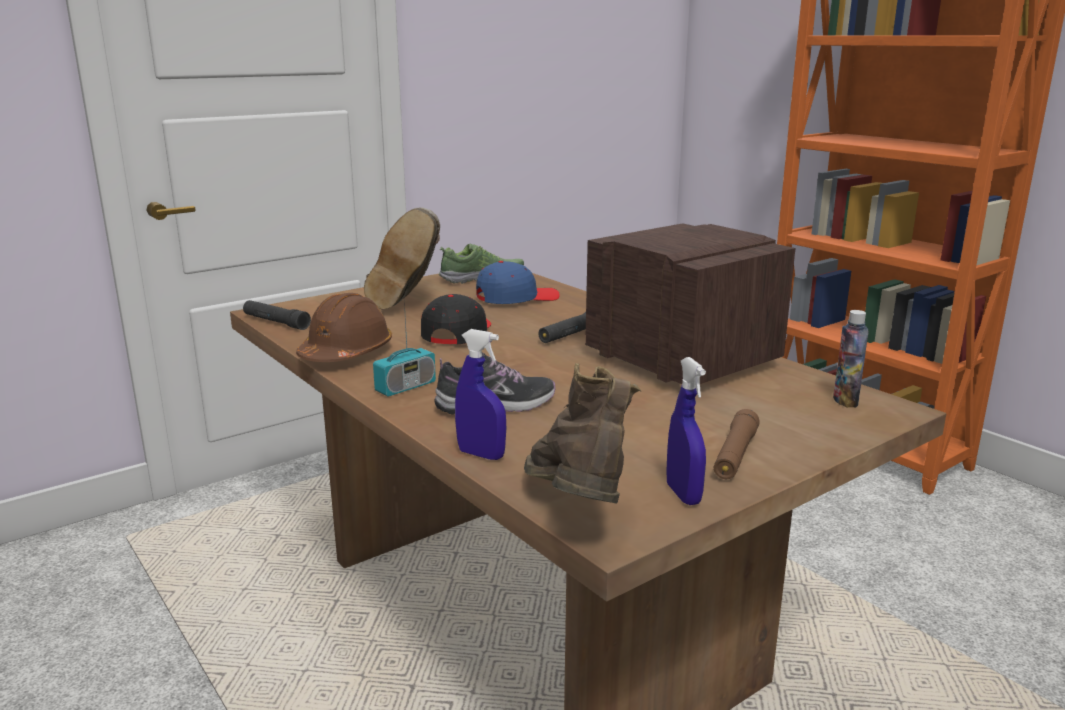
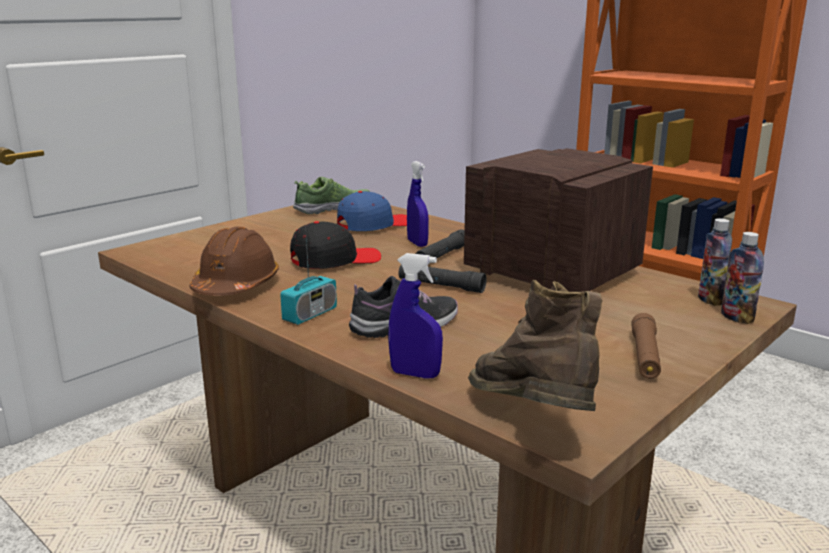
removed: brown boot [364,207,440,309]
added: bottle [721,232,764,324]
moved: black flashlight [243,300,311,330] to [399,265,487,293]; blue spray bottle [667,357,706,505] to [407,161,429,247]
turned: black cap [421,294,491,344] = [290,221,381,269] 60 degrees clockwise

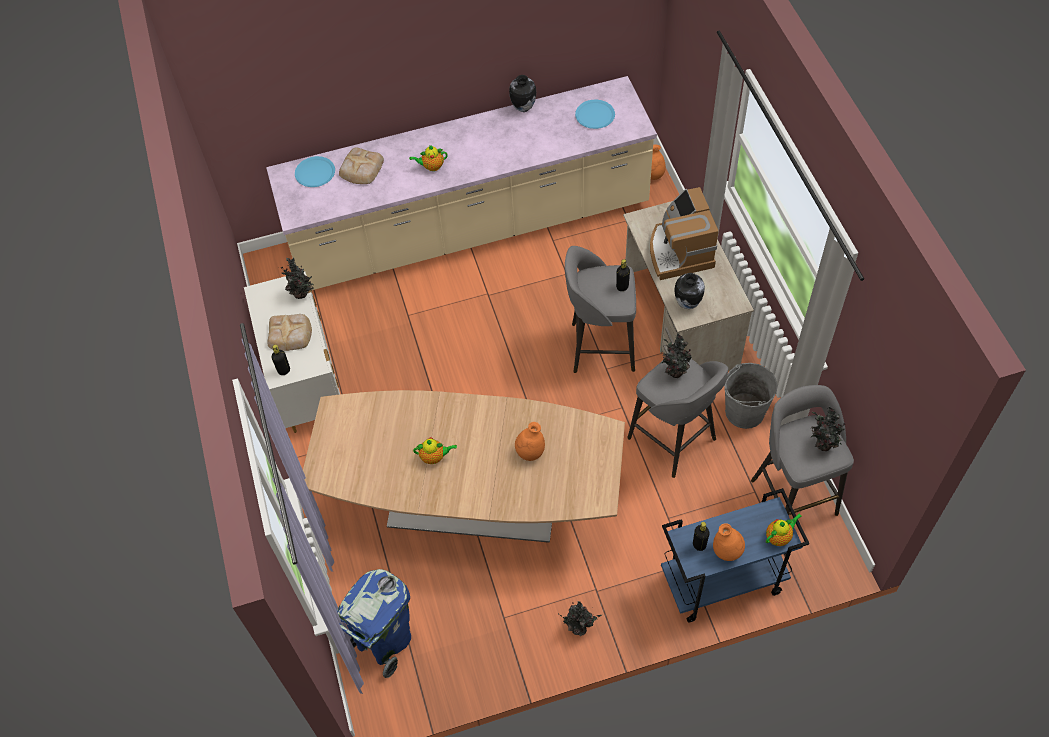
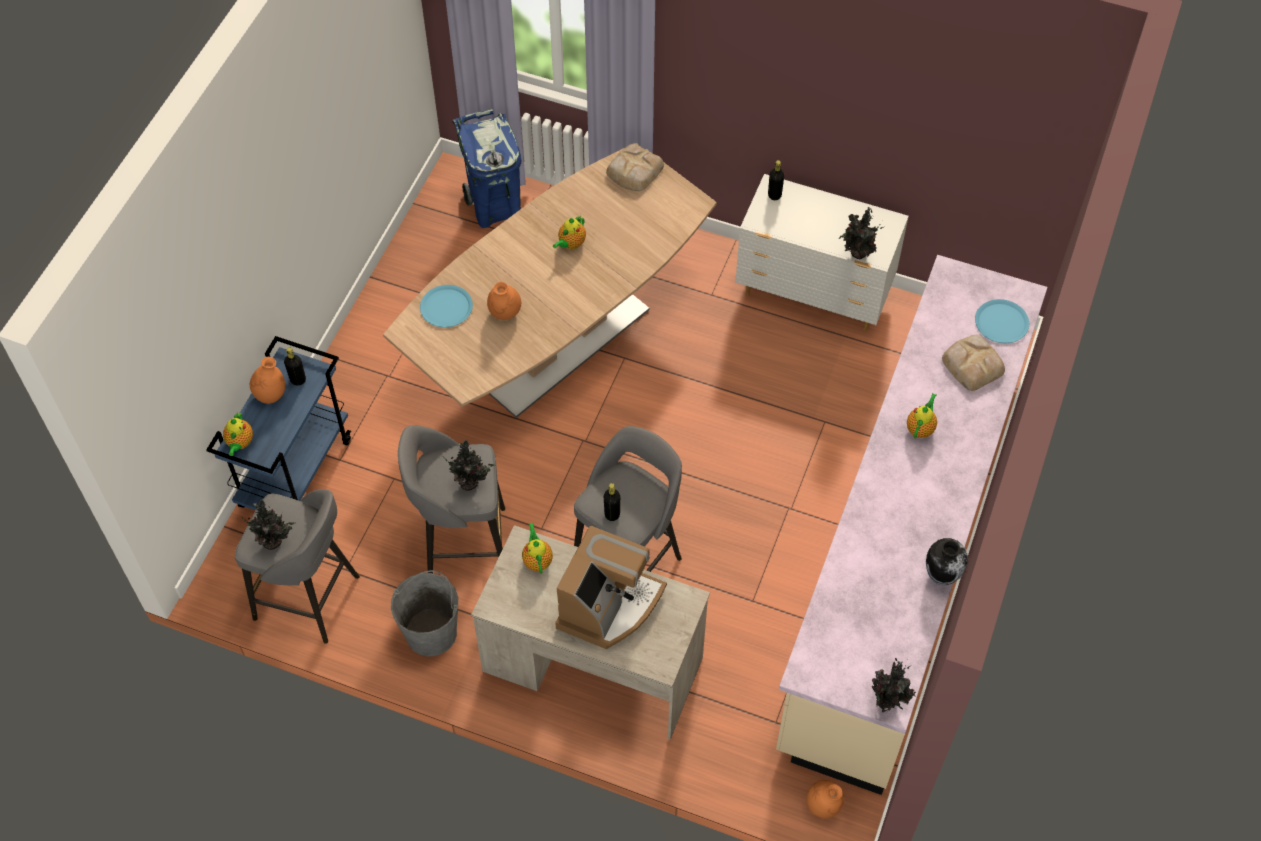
moved: bread [268,314,312,351] to [606,144,664,191]; potted plant [559,601,603,636] to [872,658,916,712]; blue plate [575,100,615,129] to [420,285,473,327]
replaced: vase [674,273,705,309] to teapot [522,523,553,574]
turned: coffee machine [650,187,719,280] = [555,526,667,649] 90 degrees clockwise

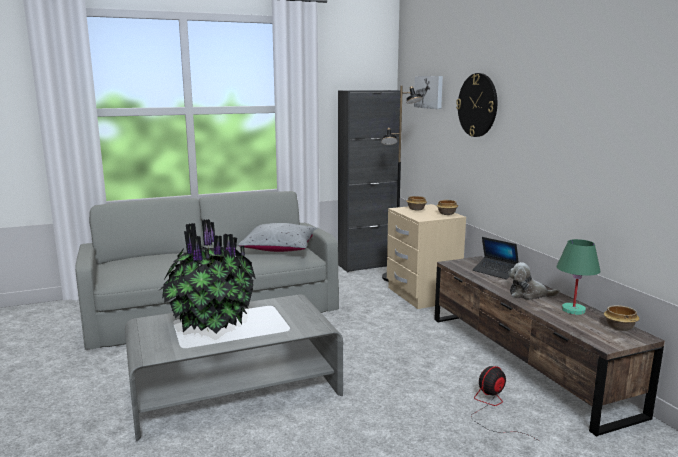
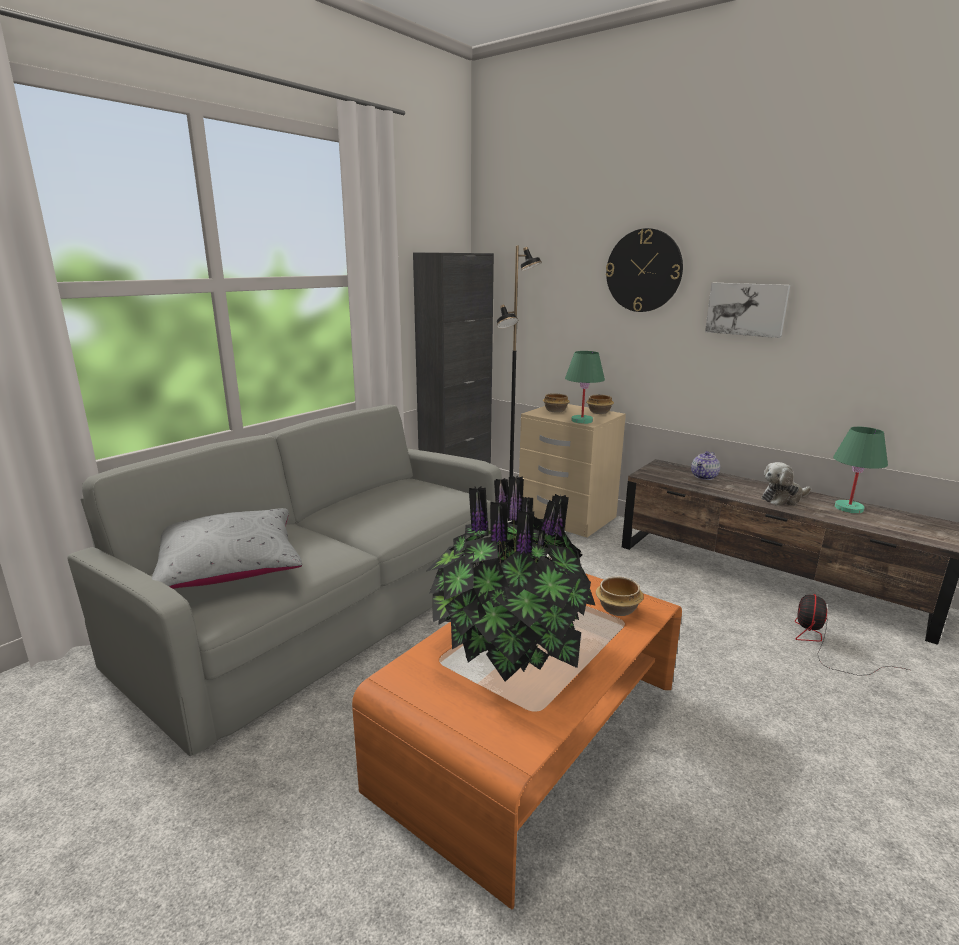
added: green table lamp [565,351,605,424]
moved: grey pillow [238,223,318,252] to [152,508,302,589]; picture [414,76,443,109] to [705,283,790,338]; bowl [604,305,639,331] to [596,576,644,616]
replaced: laptop [473,237,519,279] to teapot [691,451,720,480]
recoloured: grey coffee table [125,295,343,441] to orange coffee table [352,573,682,910]

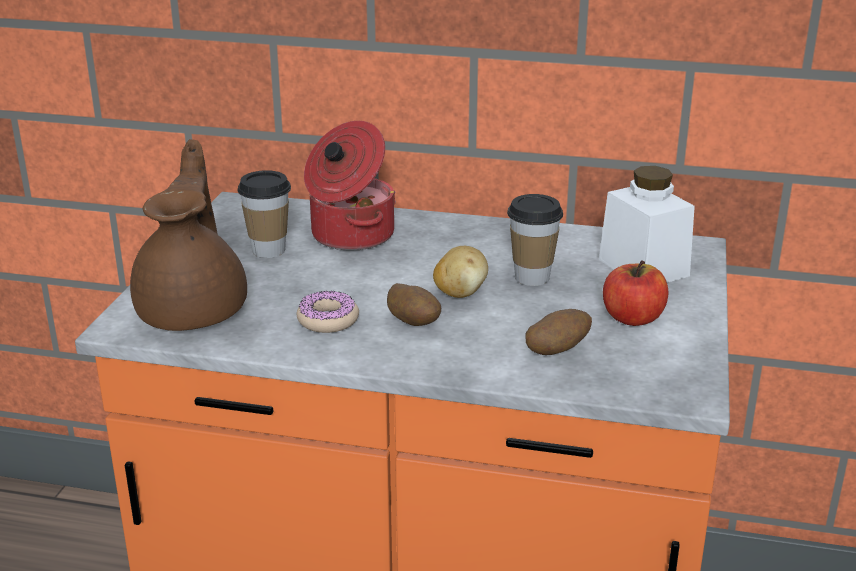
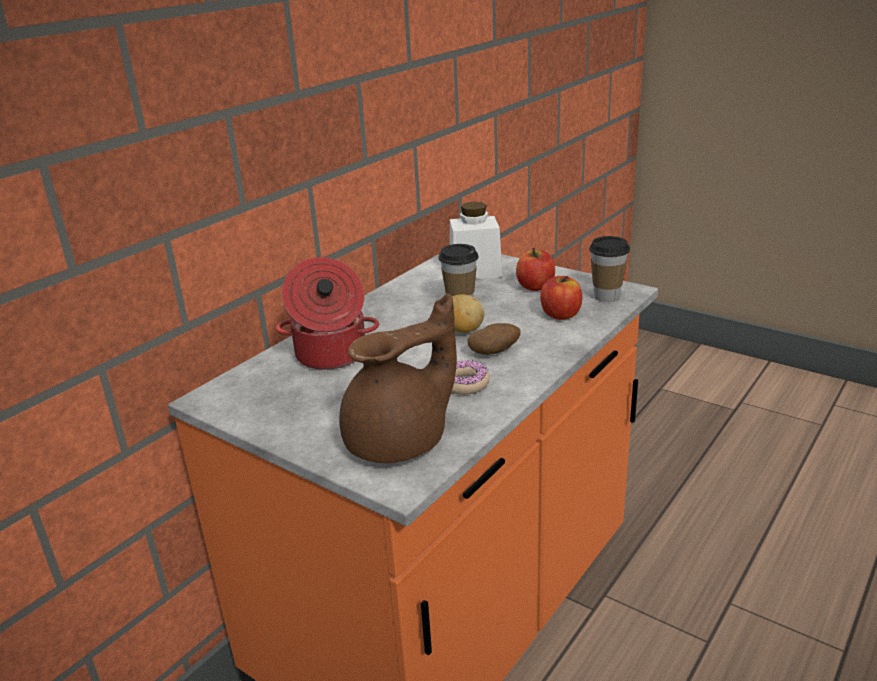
moved: cup [238,170,291,258] to [589,236,630,302]
replaced: potato [526,309,592,355] to apple [540,276,582,320]
turned: brown teapot [130,139,247,331] = [339,293,457,463] 120 degrees clockwise

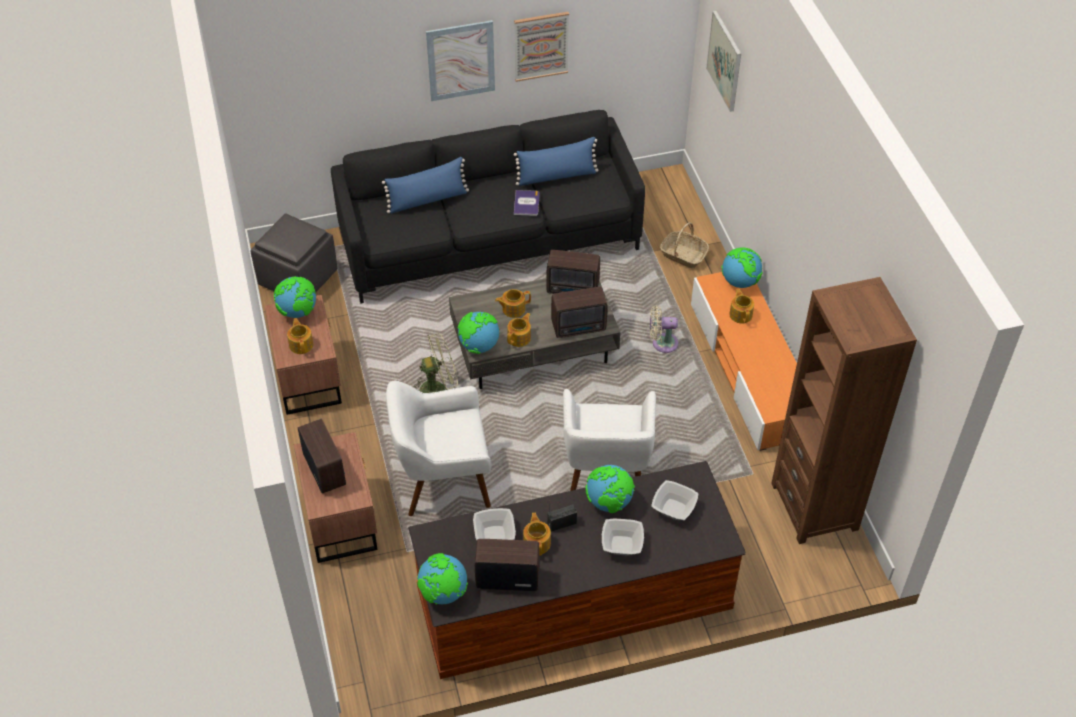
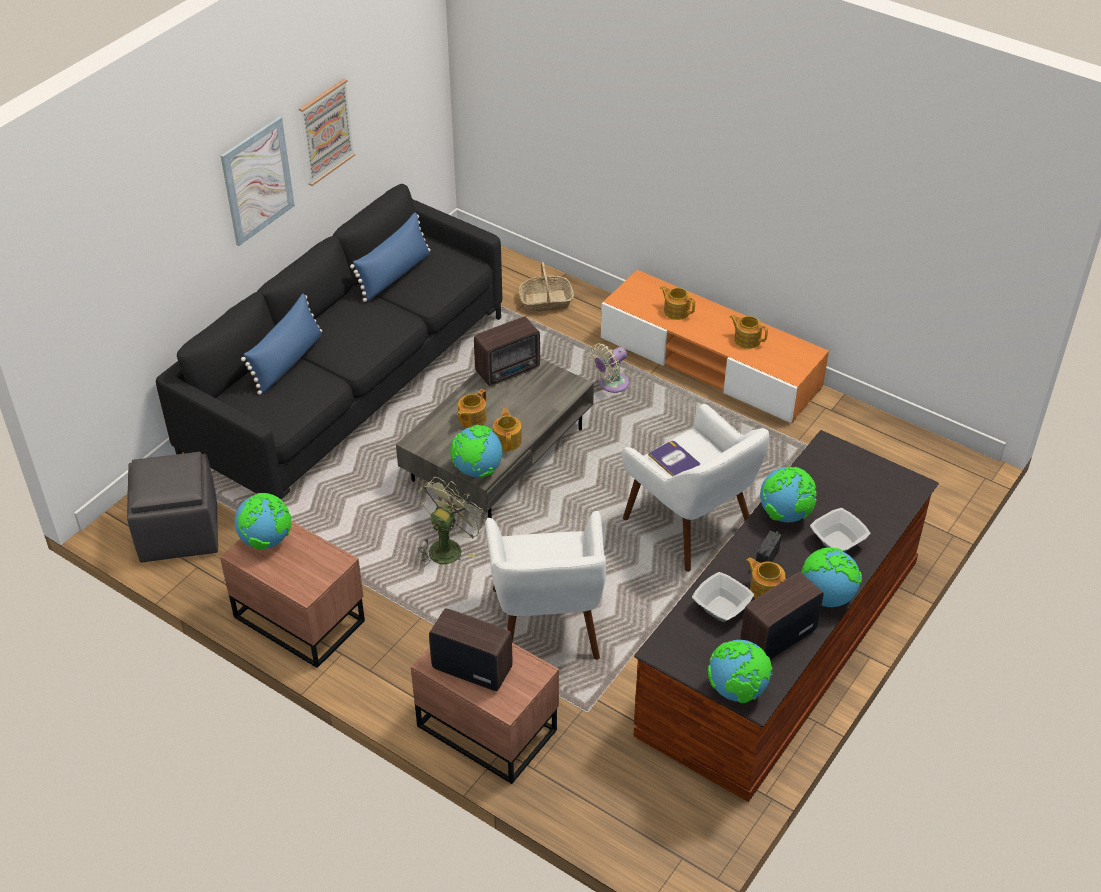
removed: radio [551,287,608,338]; bowl [651,480,699,520]; picture [706,10,741,112]; brown bookcase [771,277,917,544]
moved: teapot [287,318,313,354] to [730,314,768,349]; book [514,190,540,216] to [648,441,700,477]; globe [721,247,763,288] to [801,547,862,607]
turned: white armchair [386,381,491,516] = [485,511,606,660] 45 degrees counterclockwise

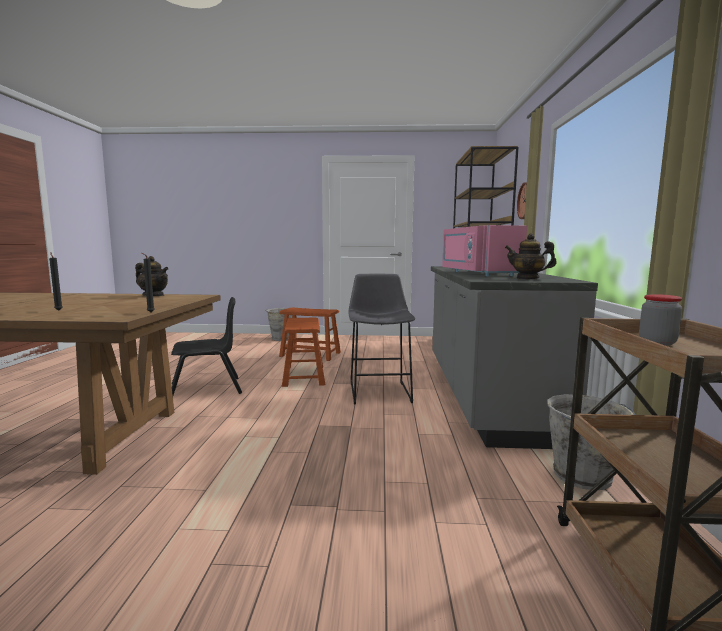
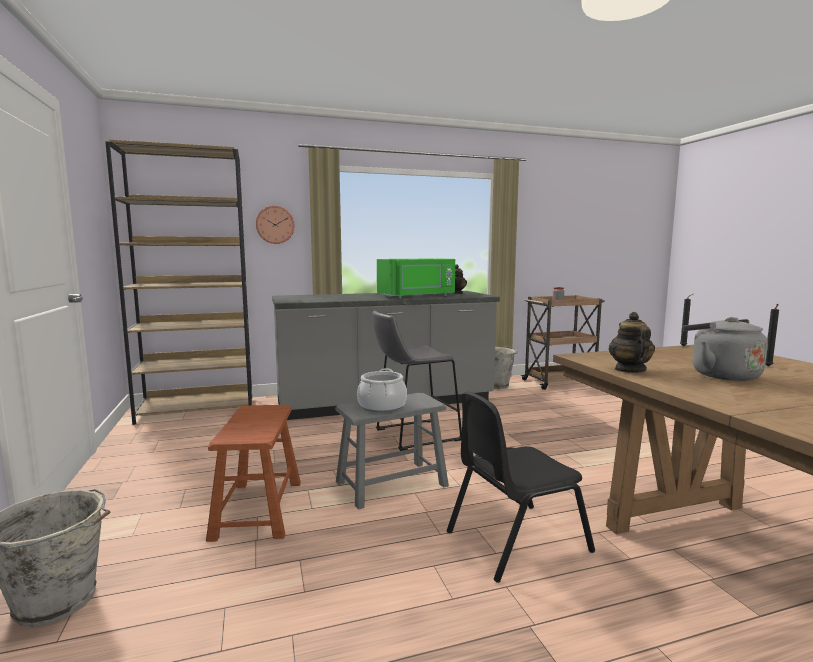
added: cooking pot [357,369,407,412]; grey kettle [682,317,768,381]
recoloured: brown stool [282,318,326,387] to grey stool [335,393,449,509]; pink microwave [442,225,527,276] to green microwave [377,259,455,298]
turned: black chair [171,297,242,395] = [447,392,595,583] 75 degrees counterclockwise

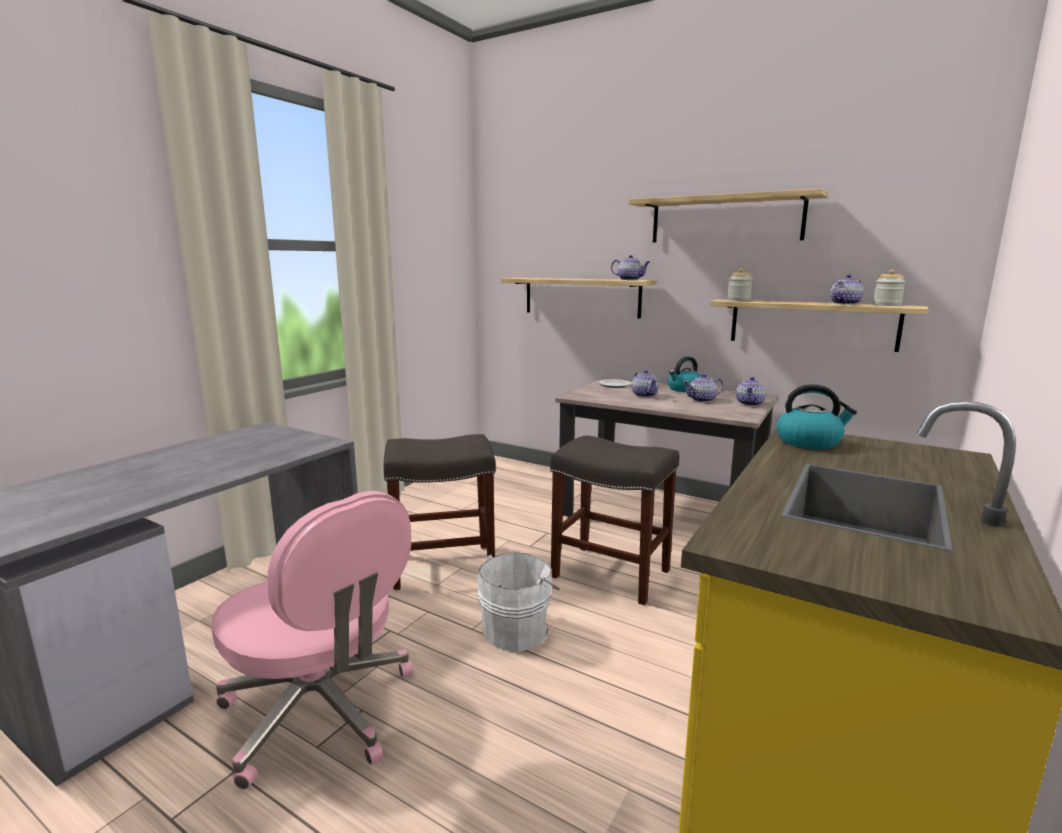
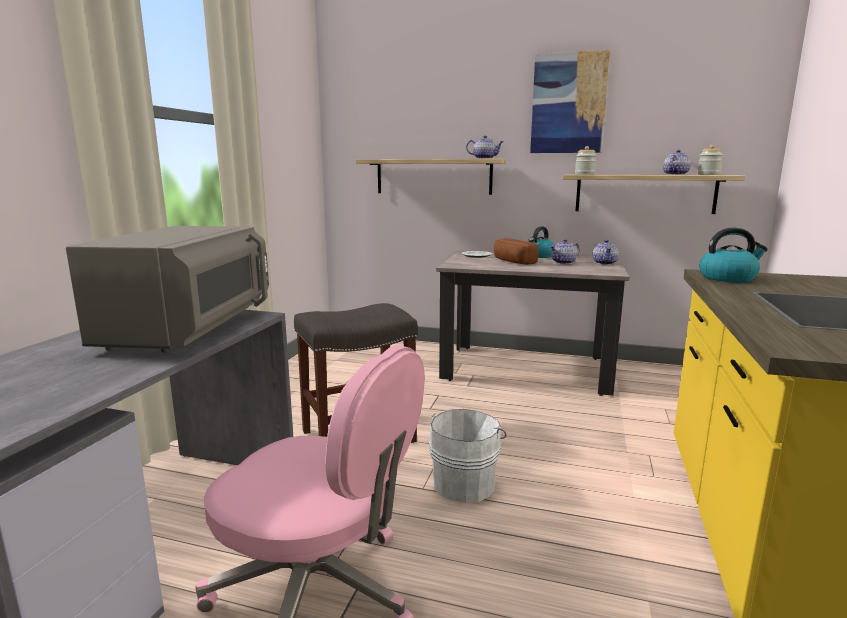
removed: grey stool [550,435,679,605]
added: grey microwave [66,226,269,352]
replaced: shelf [628,188,828,243] to picture [530,50,610,153]; teapot [632,370,659,398] to bread [494,238,539,265]

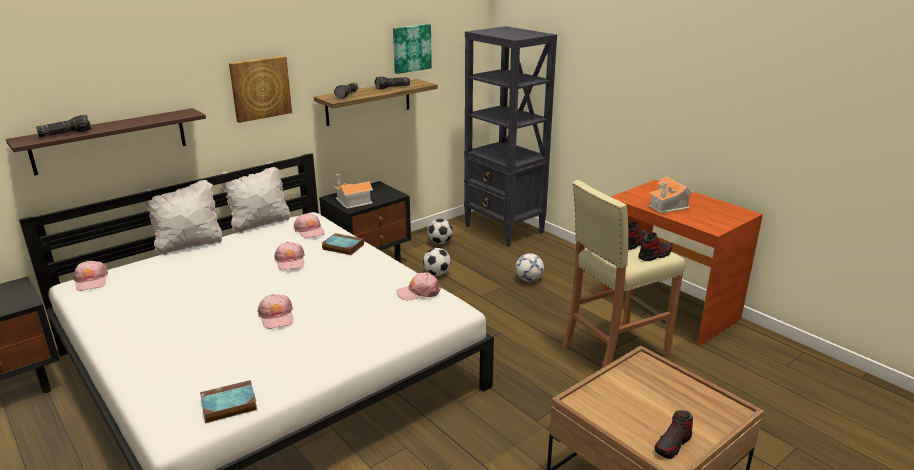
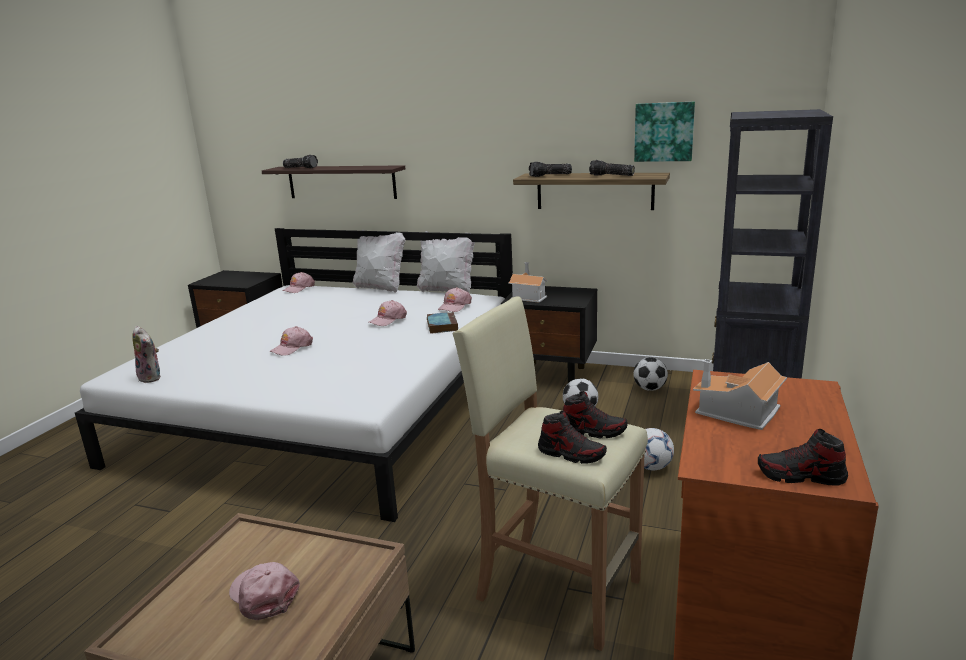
removed: picture [229,56,292,123]
moved: pink cap [397,273,441,301] to [229,562,300,620]; shoe [655,410,693,459] to [758,429,848,486]
replaced: book [200,380,258,423] to plush toy [132,326,161,383]

